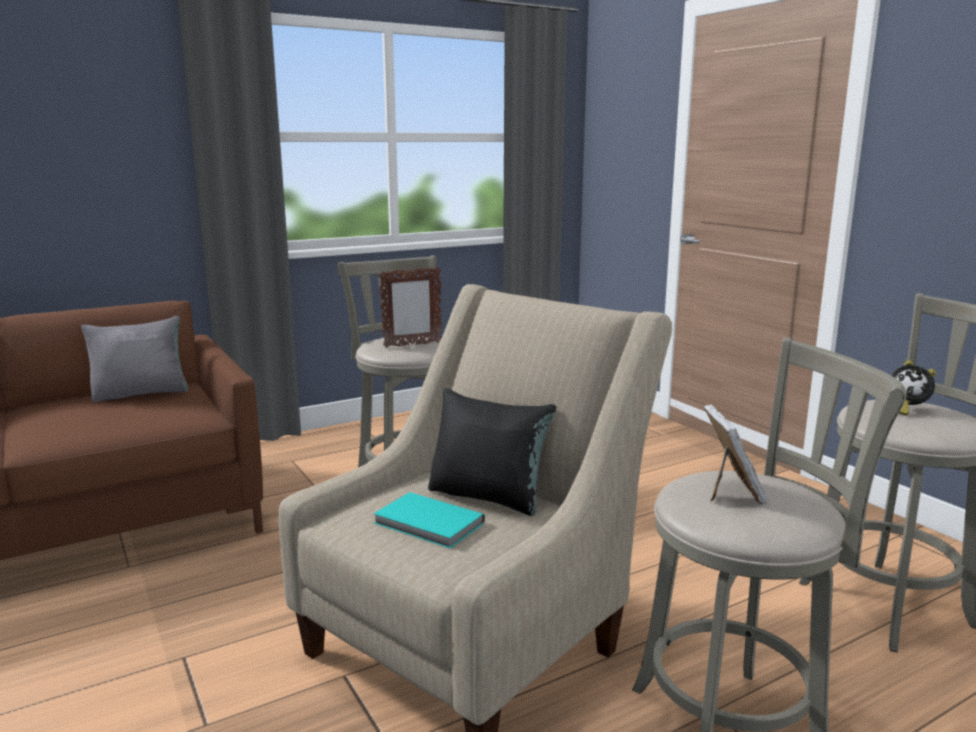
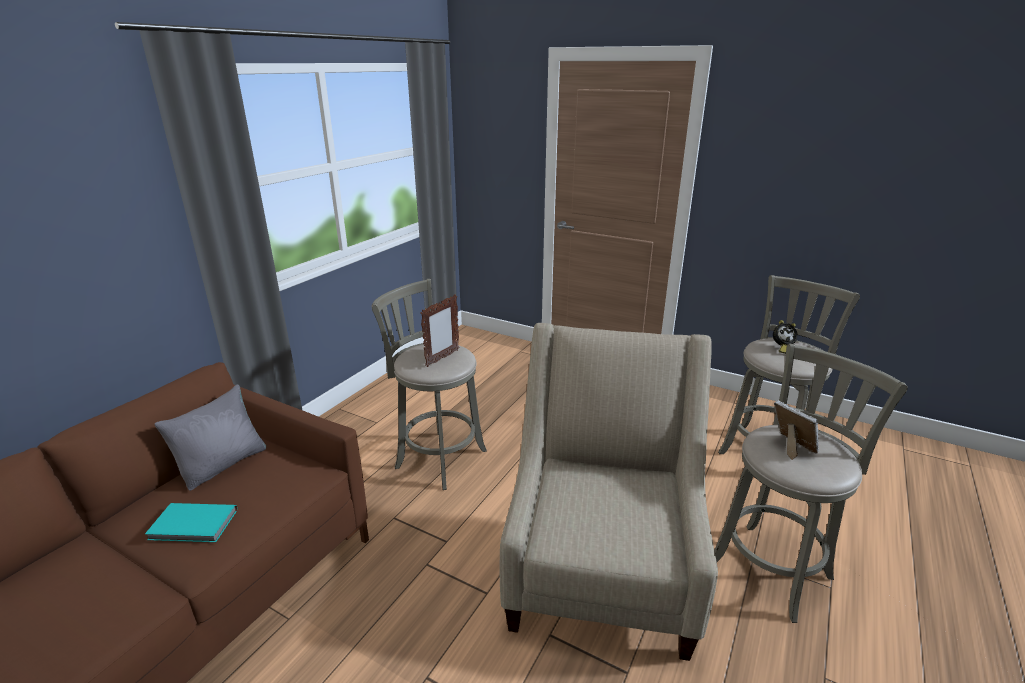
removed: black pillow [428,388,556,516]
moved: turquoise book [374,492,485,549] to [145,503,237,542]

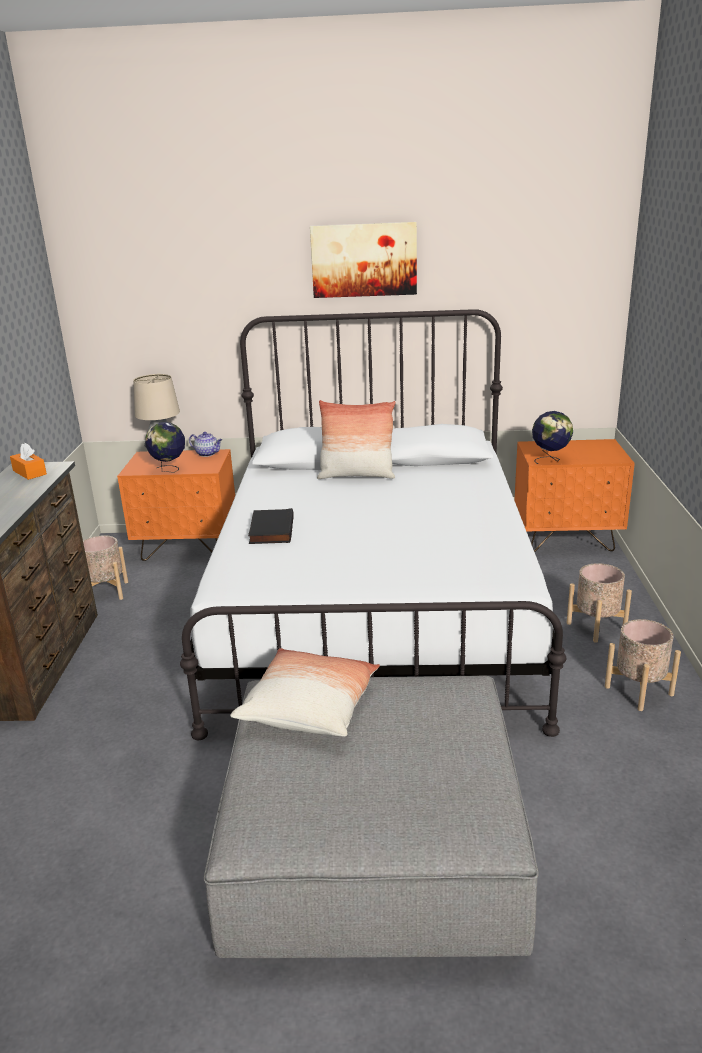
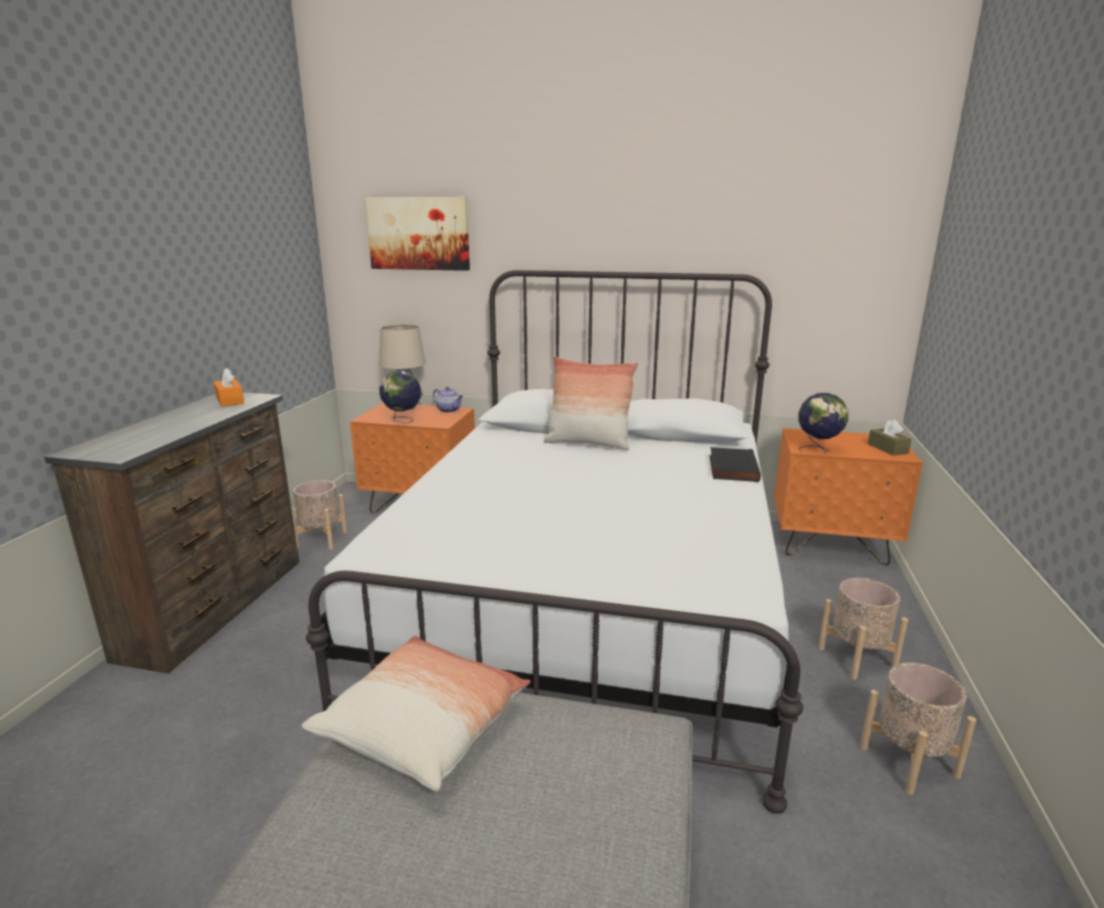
added: brown tissue box [868,419,911,455]
moved: black book [248,508,294,544] to [710,447,761,482]; picture [310,222,417,298] to [365,197,470,271]

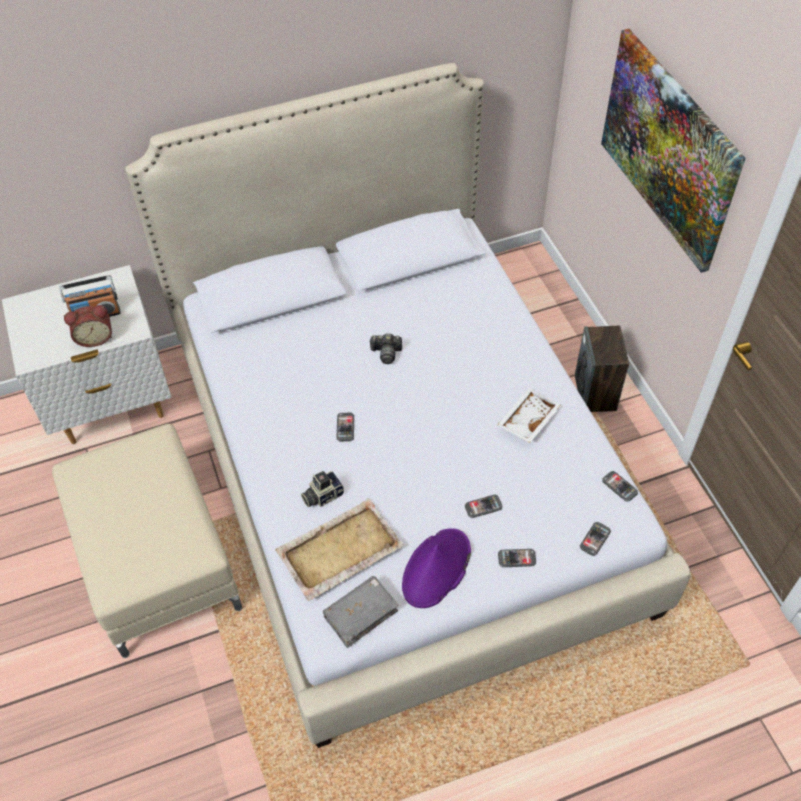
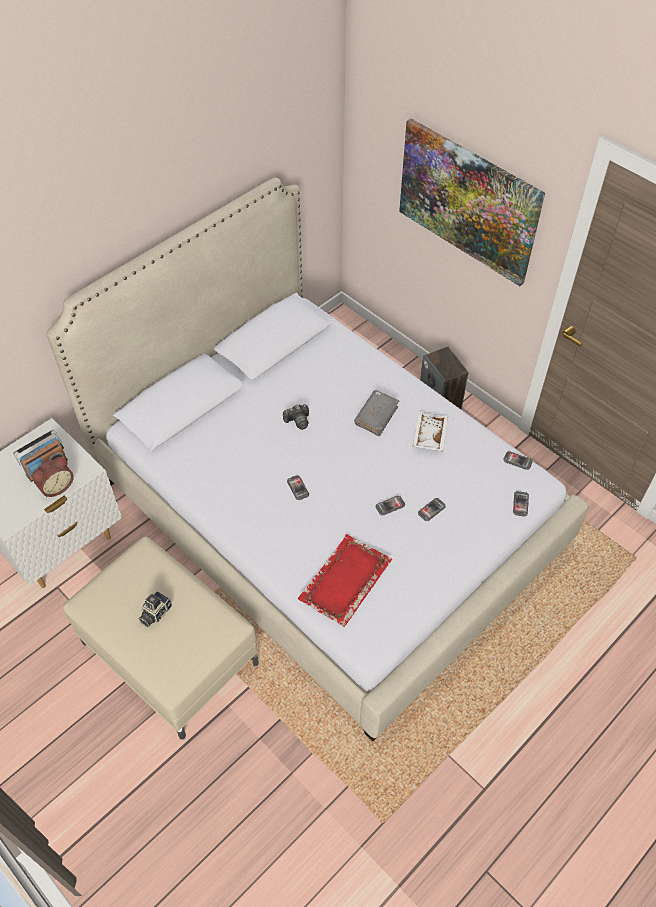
removed: purple hat [402,528,471,608]
moved: photo camera [301,471,344,507] to [138,591,172,627]; grey book [323,576,399,648] to [354,390,399,437]; phone [498,549,536,567] to [376,496,405,516]
recoloured: beige tray [275,498,404,601] to red tray [298,534,392,627]

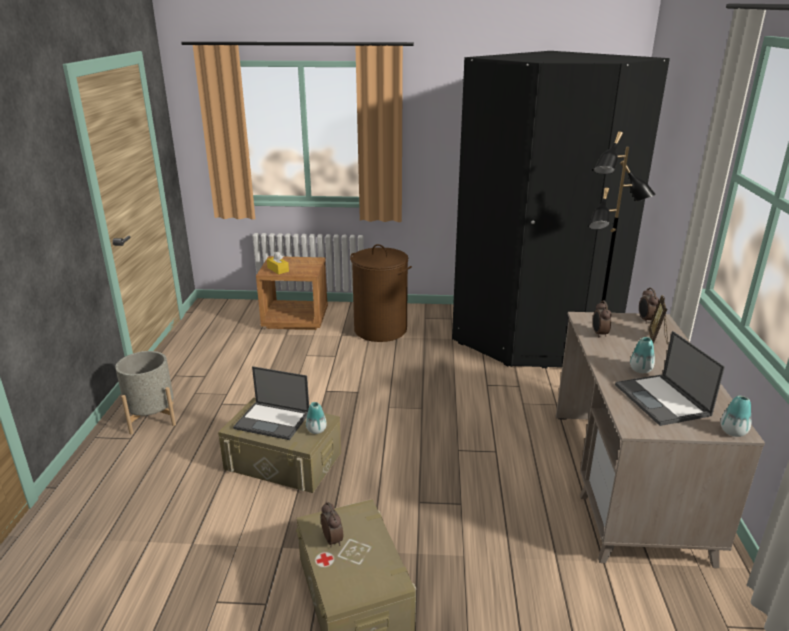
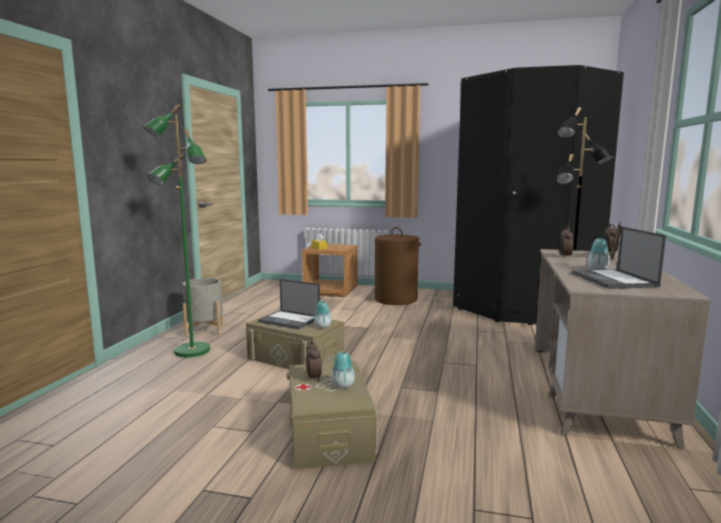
added: green floor lamp [144,104,210,357]
moved: vase [721,396,751,437] to [332,351,355,388]

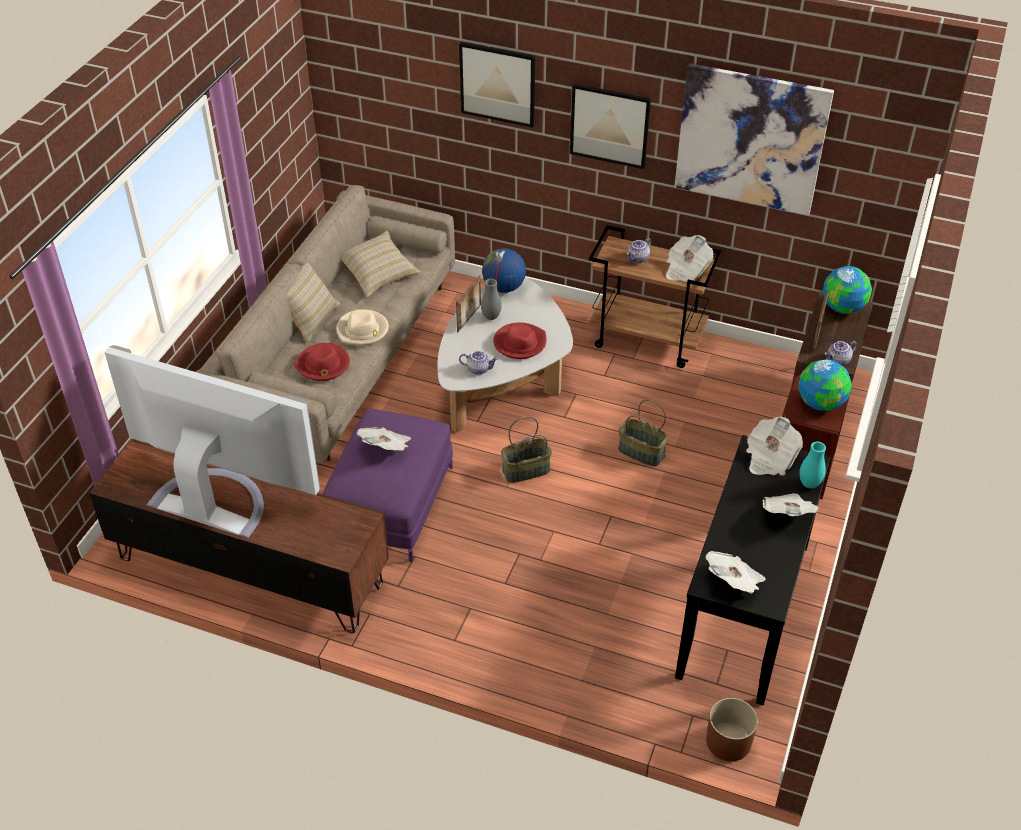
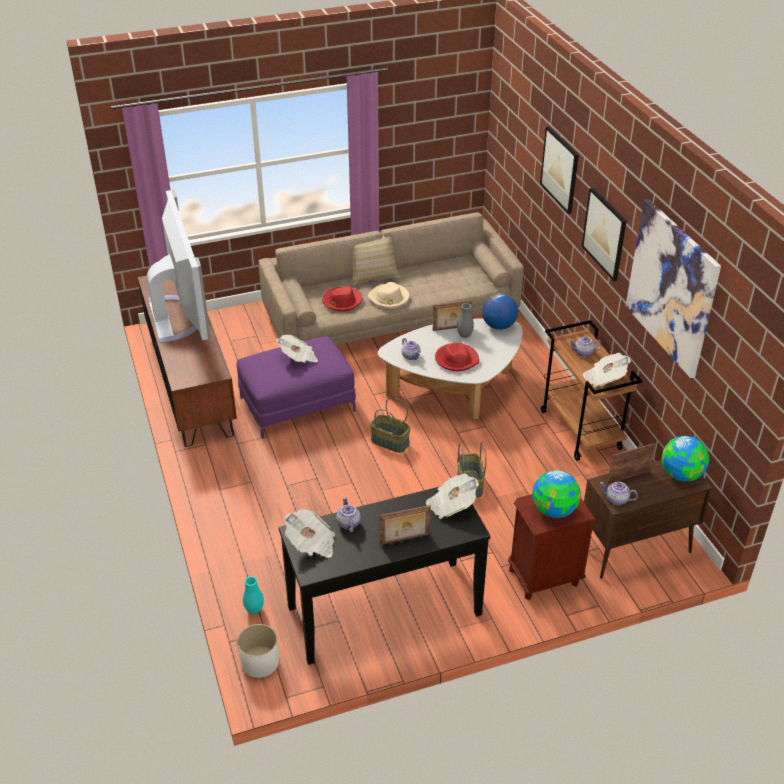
removed: beige pillow [341,231,421,298]
added: teapot [336,497,360,532]
moved: turquoise vase [799,441,826,488] to [243,576,264,614]
replaced: newspaper [763,493,819,516] to picture frame [379,505,431,545]
recoloured: brown planter [706,698,758,761] to white planter [237,624,279,678]

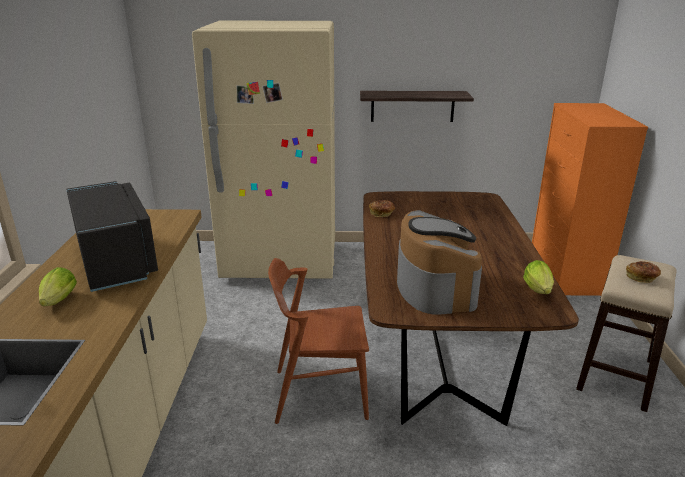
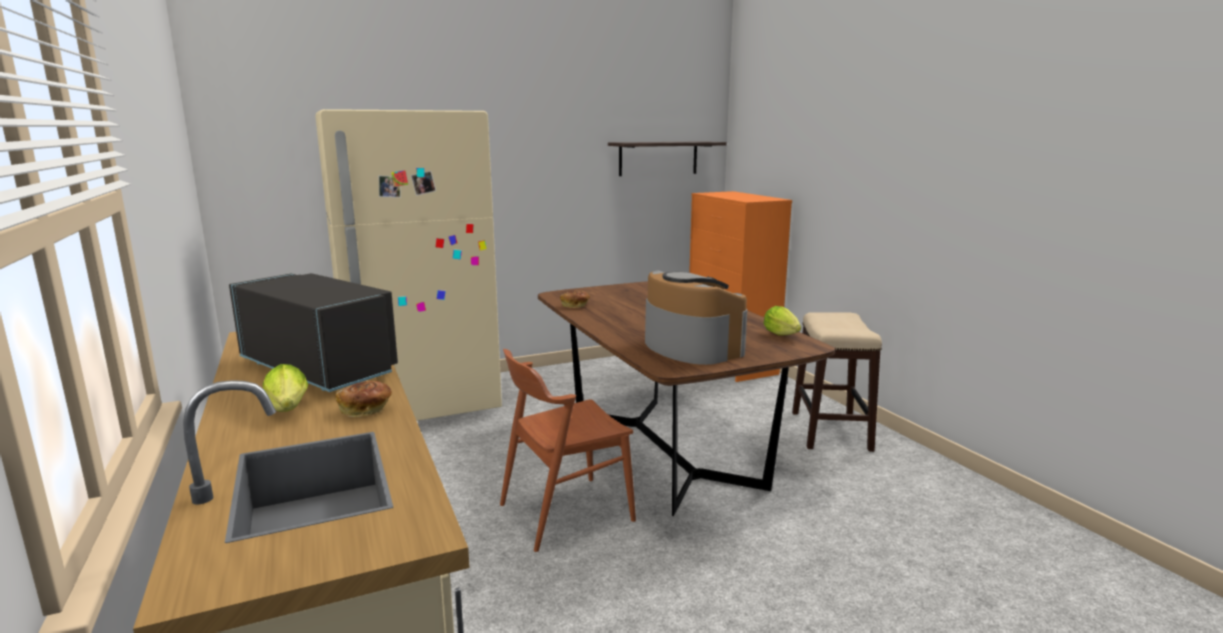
moved: shelf [360,91,474,122] to [608,141,727,176]; bread [626,261,661,283] to [335,381,392,417]

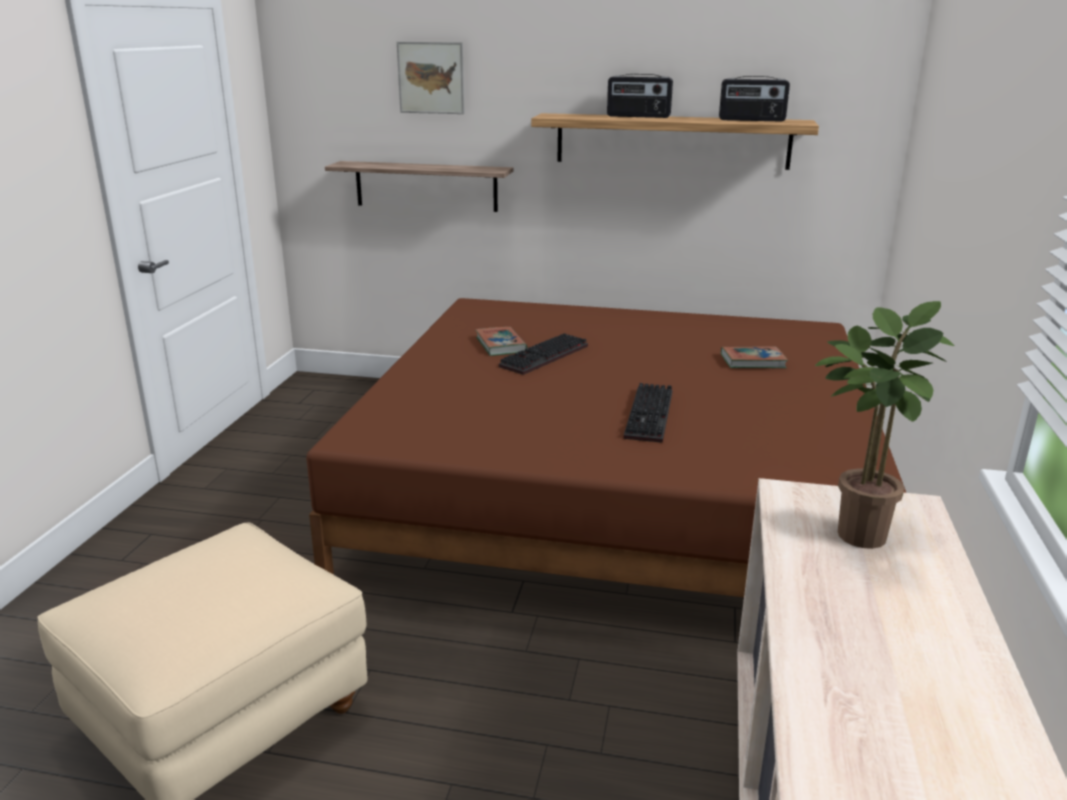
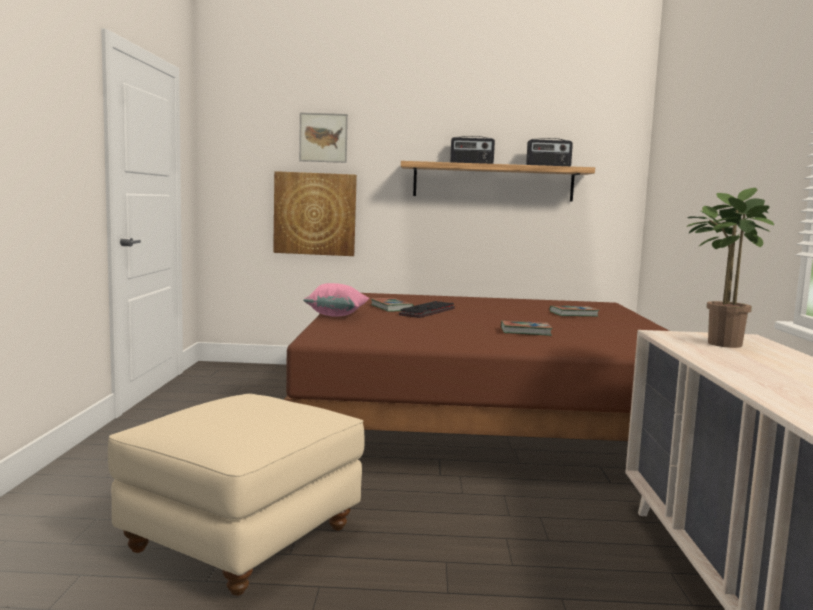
added: pink pillow [303,283,370,316]
replaced: shelf [325,161,514,212] to picture [273,171,357,256]; keyboard [624,383,673,443] to book [501,321,553,336]

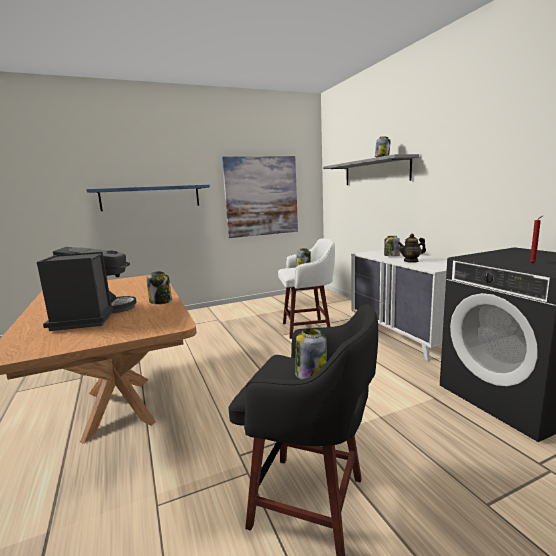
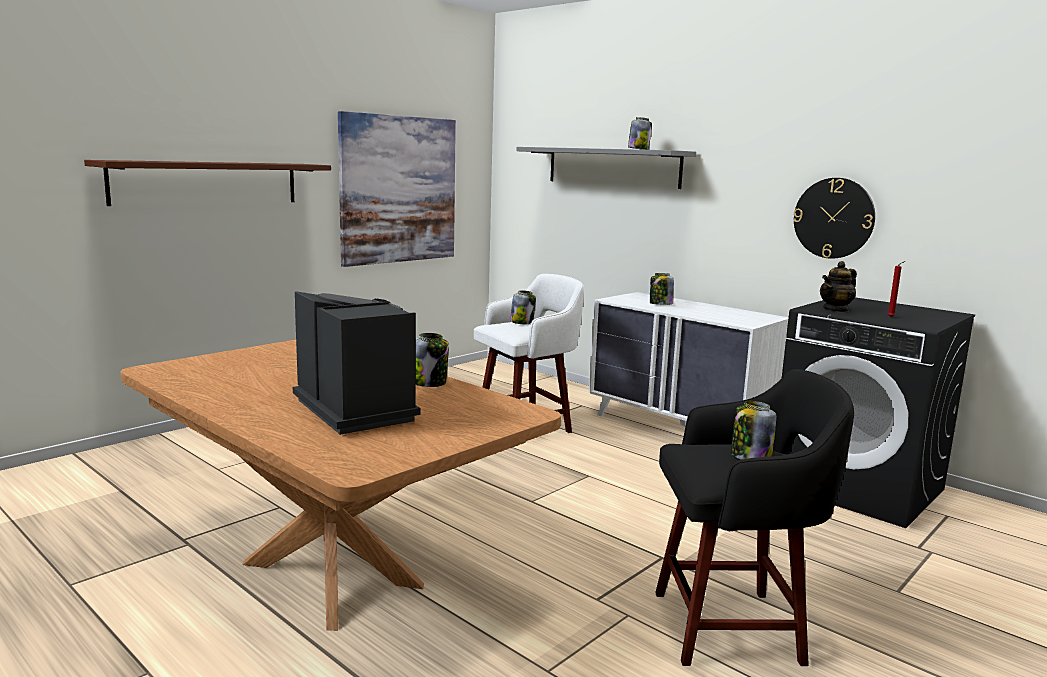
added: wall clock [793,178,875,259]
moved: teapot [398,233,426,263] to [820,261,857,312]
recoloured: blue shelf [86,185,210,211] to brown shelf [84,160,331,206]

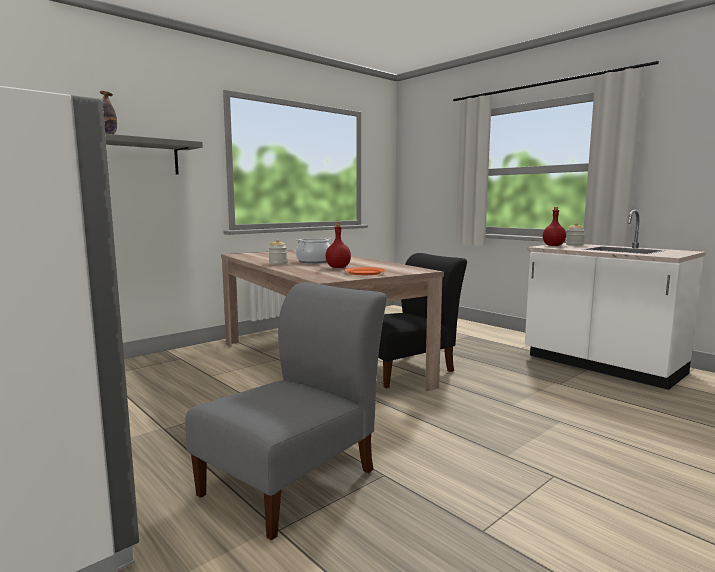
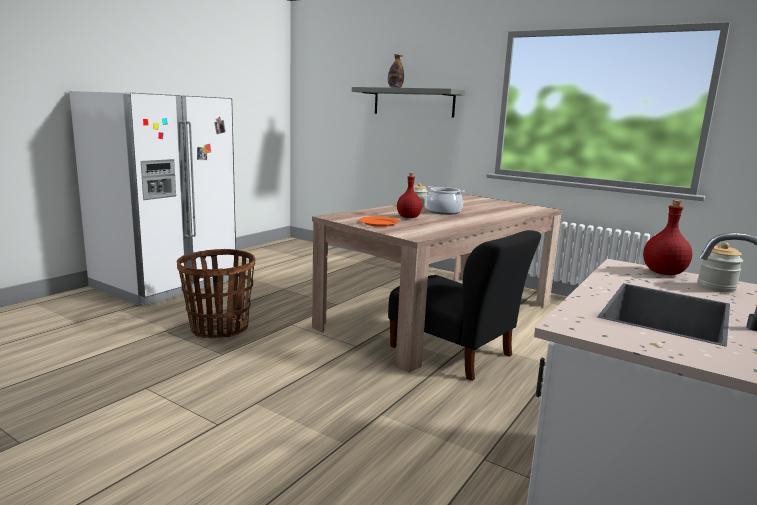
replaced: grey chair [185,282,387,541] to basket [177,249,256,338]

